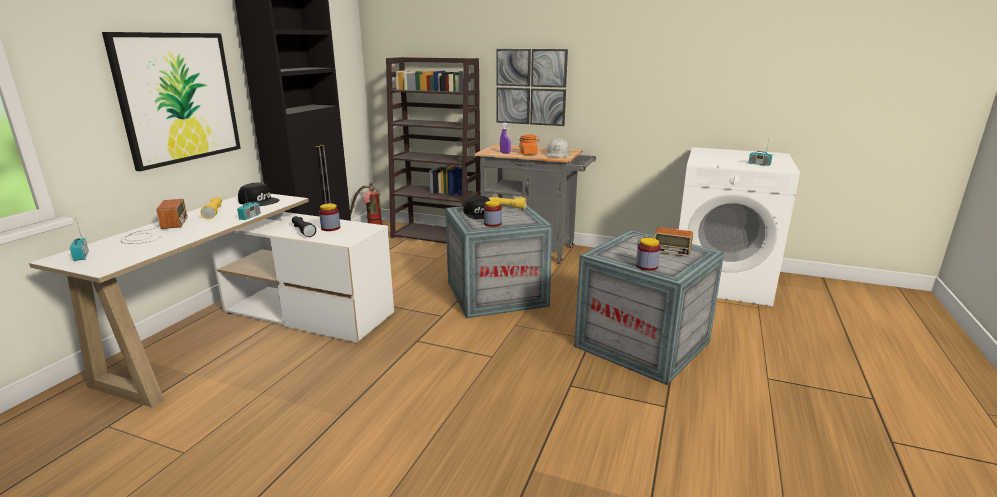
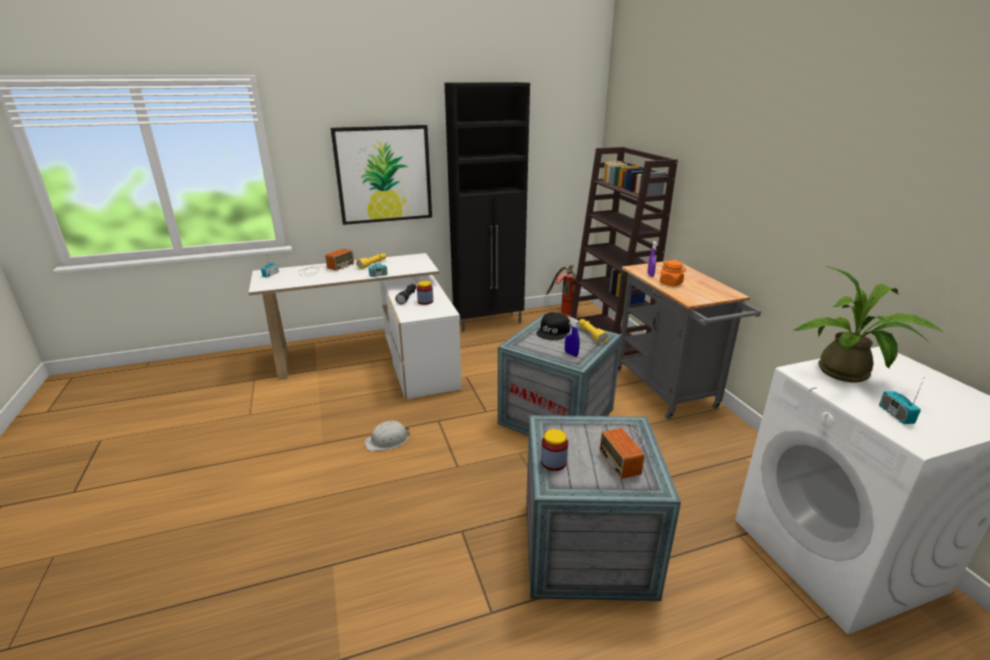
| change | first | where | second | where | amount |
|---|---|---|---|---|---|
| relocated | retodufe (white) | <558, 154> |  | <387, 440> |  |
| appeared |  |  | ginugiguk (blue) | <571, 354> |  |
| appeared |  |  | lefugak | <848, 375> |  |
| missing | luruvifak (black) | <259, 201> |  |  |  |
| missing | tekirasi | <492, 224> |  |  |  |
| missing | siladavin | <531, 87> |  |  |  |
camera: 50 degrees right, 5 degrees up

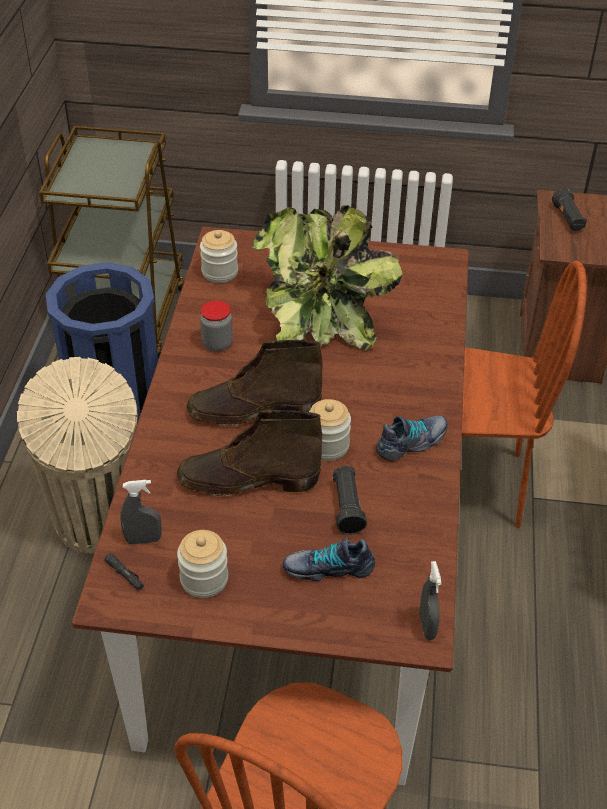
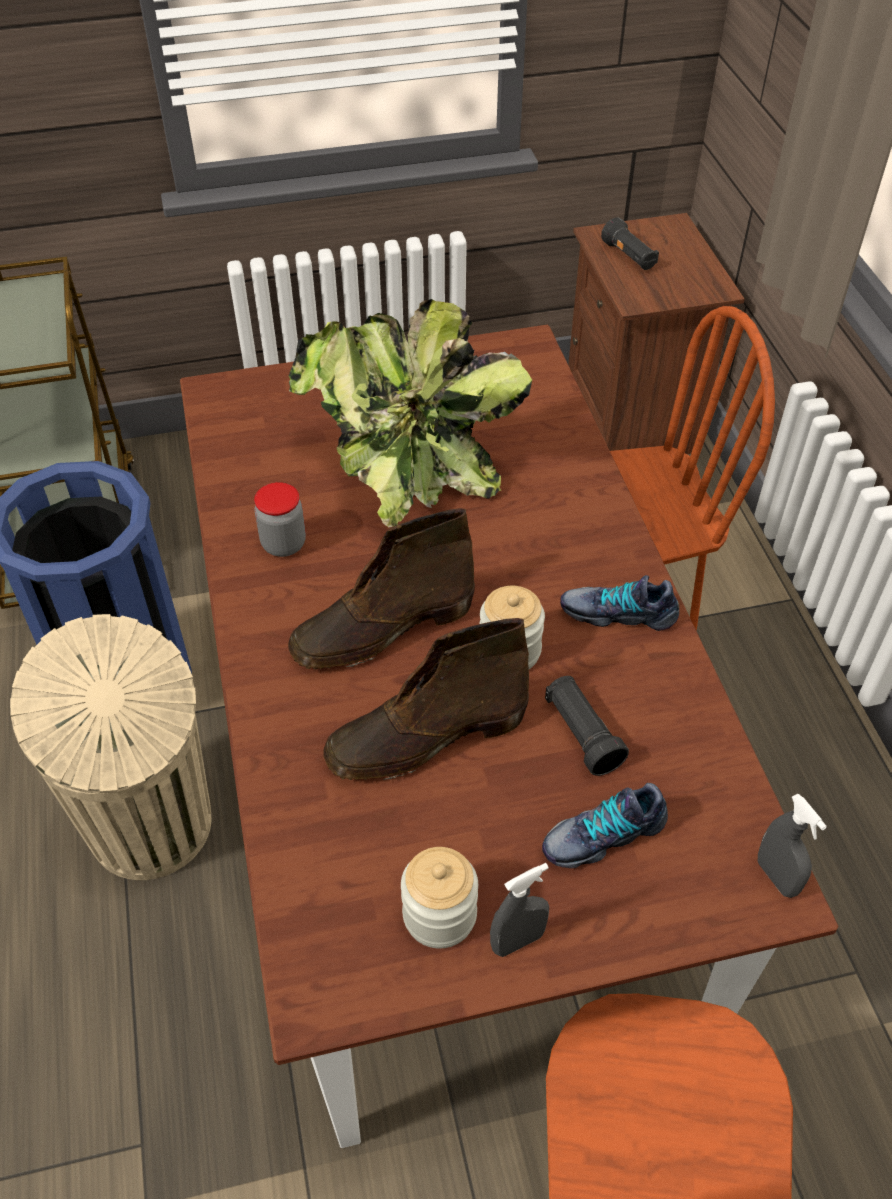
| change | first | where | second | where | amount |
|---|---|---|---|---|---|
| relocated | ginugiguk (grey) | <143, 540> |  | <517, 941> |  |
| spun | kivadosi | <412, 443> |  | <618, 612> | 120 degrees counterclockwise |
| missing | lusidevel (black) | <125, 575> |  |  |  |
| missing | tekirasi | <220, 272> |  |  |  |
camera: 20 degrees left, 5 degrees up

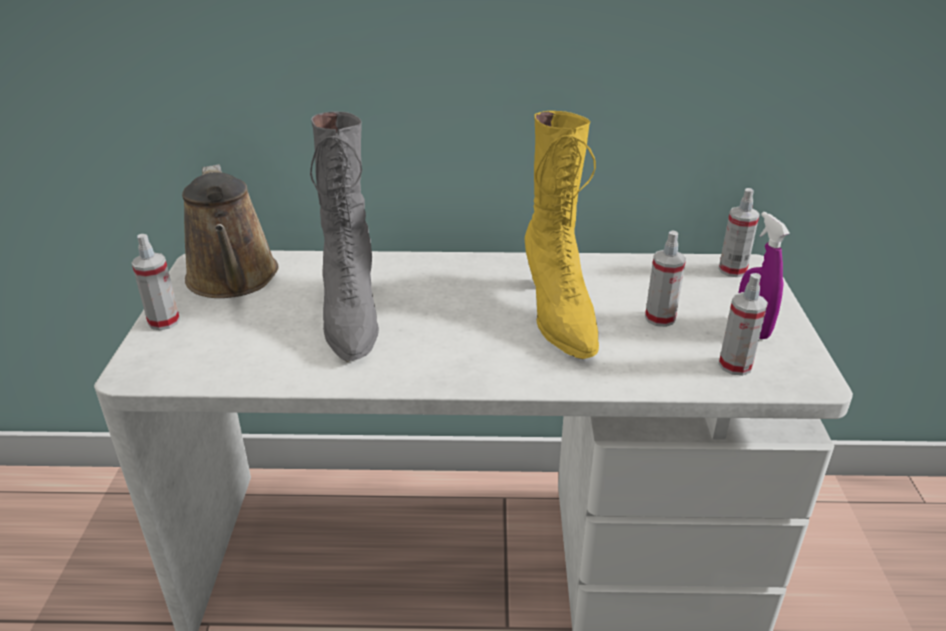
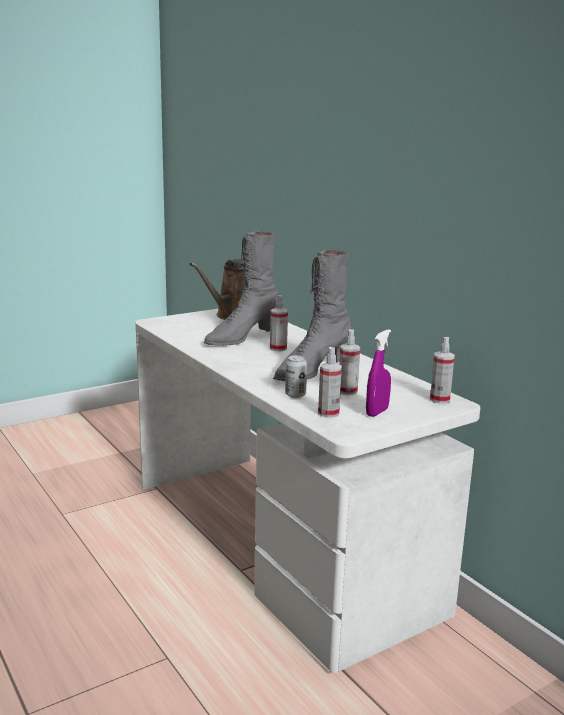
| change | first | where | second | where | amount |
|---|---|---|---|---|---|
| relocated | ginugiguk | <164, 321> |  | <278, 348> |  |
| colour | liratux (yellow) | <558, 314> | liratux (grey) | <311, 371> |  |
| appeared |  |  | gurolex | <295, 395> |  |
camera: 55 degrees right, 15 degrees down

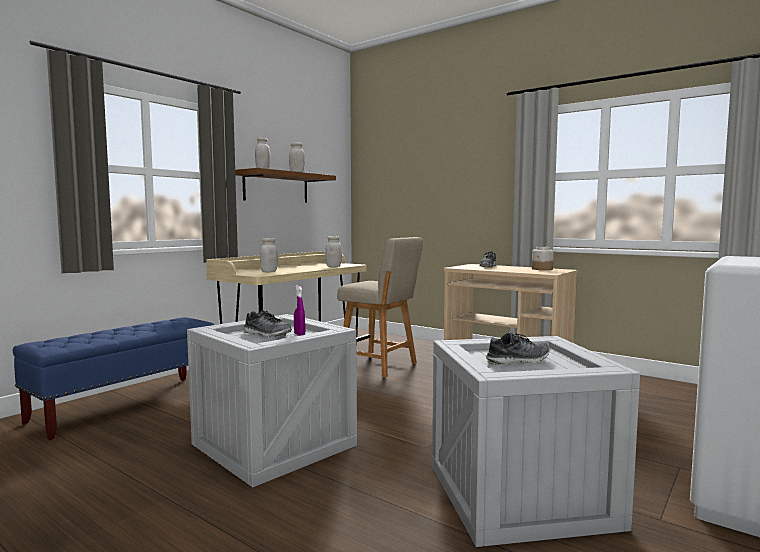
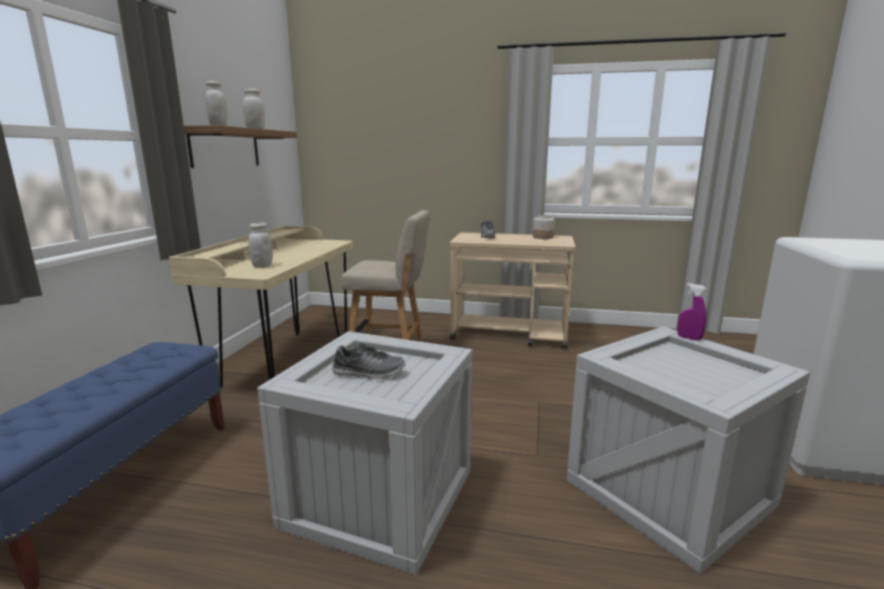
| change | first | where | second | where | amount |
|---|---|---|---|---|---|
| relocated | ginugiguk (purple) | <299, 335> |  | <689, 338> |  |
| missing | tekirasi (white) | <333, 266> |  |  |  |
| missing | kivadosi | <518, 361> |  |  |  |
camera: 25 degrees left, 10 degrees up

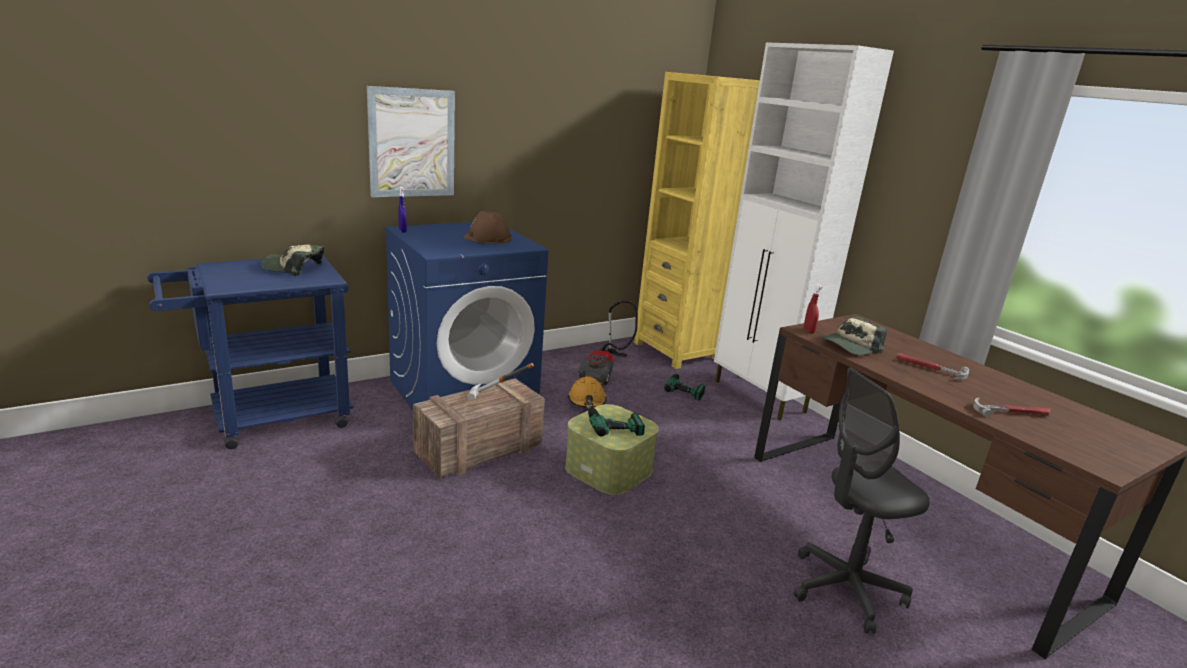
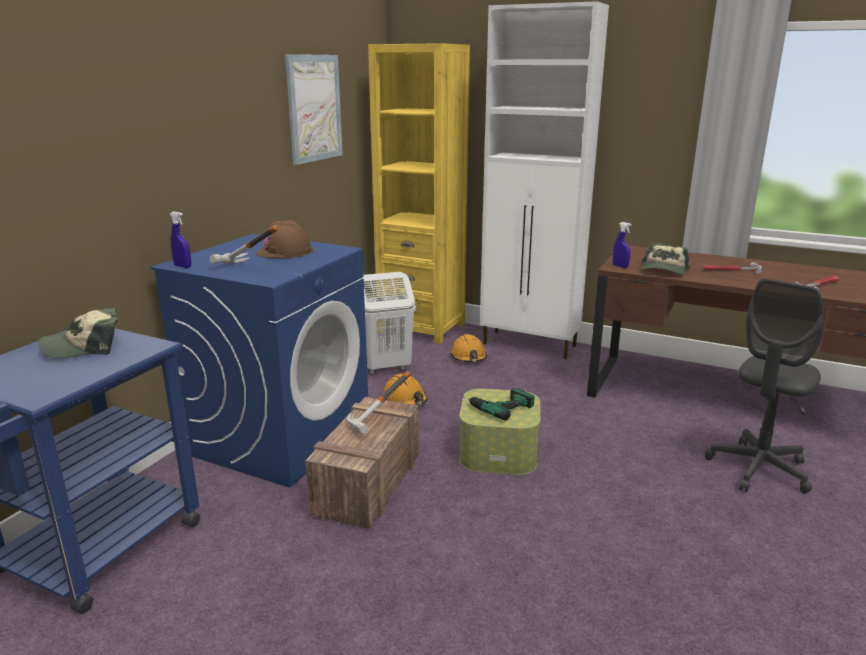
| change | first | where | second | where | amount |
|---|---|---|---|---|---|
| appeared |  |  | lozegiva | <244, 270> |  |
| relocated | siladavin | <412, 143> |  | <314, 108> |  |
| exchanged | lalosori | <604, 372> | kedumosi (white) | <386, 367> |  |
| exchanged | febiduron | <686, 387> | retodufe (orange) | <468, 357> |  |
| colour | ginugiguk (red) | <808, 331> | ginugiguk (blue) | <620, 266> |  |
camera: 30 degrees left, 0 degrees up

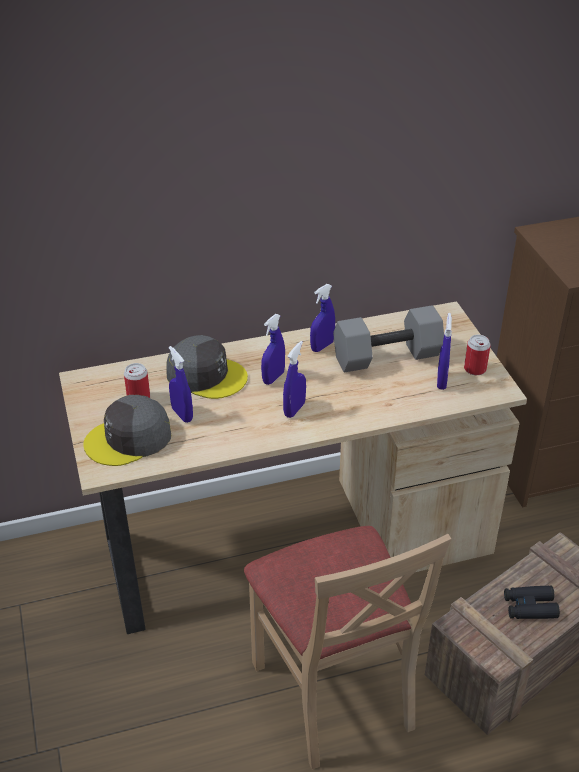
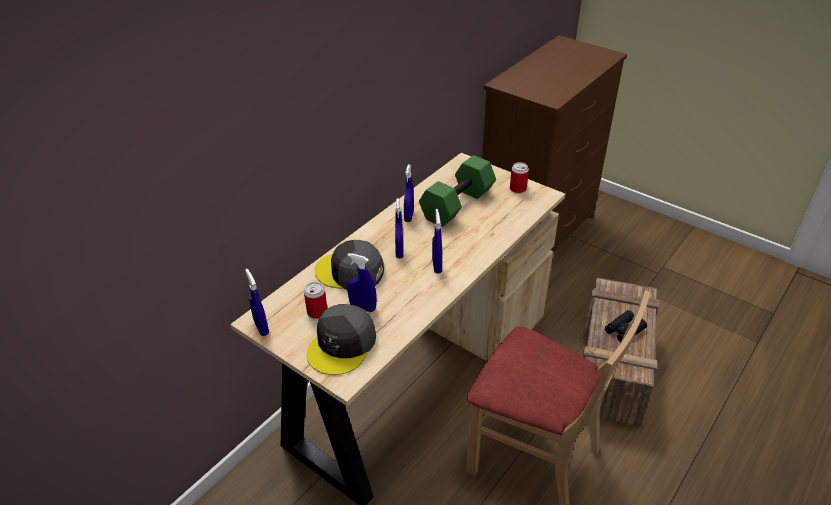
| change | first | where | second | where | amount |
|---|---|---|---|---|---|
| relocated | ginugiguk (blue) | <441, 381> |  | <261, 327> |  |
| spun | luruvifak (grey) | <206, 375> |  | <350, 272> | 150 degrees counterclockwise |
| colour | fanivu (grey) | <386, 357> | fanivu (green) | <458, 205> |  |
camera: 35 degrees left, 0 degrees up

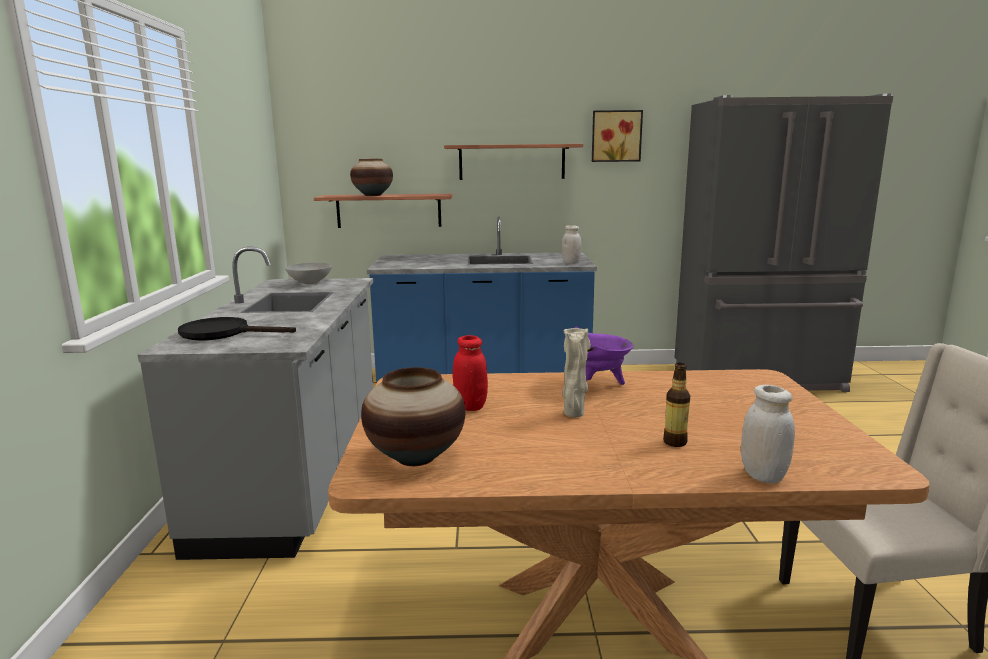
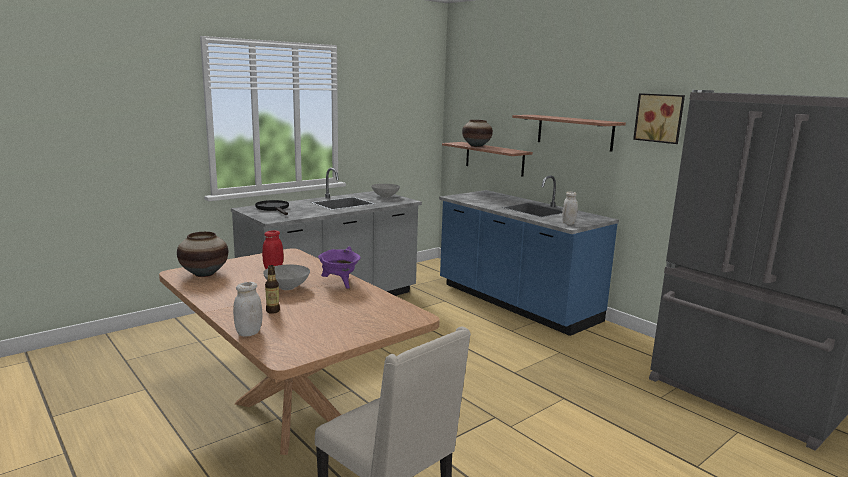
| change | first | where | second | where | amount |
|---|---|---|---|---|---|
| exchanged | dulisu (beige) | <574, 414> | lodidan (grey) | <287, 287> |  |
camera: 50 degrees right, 0 degrees up

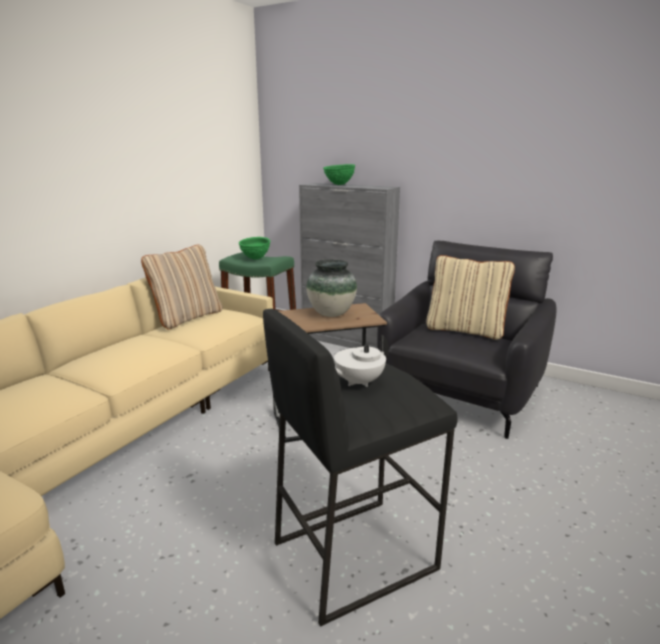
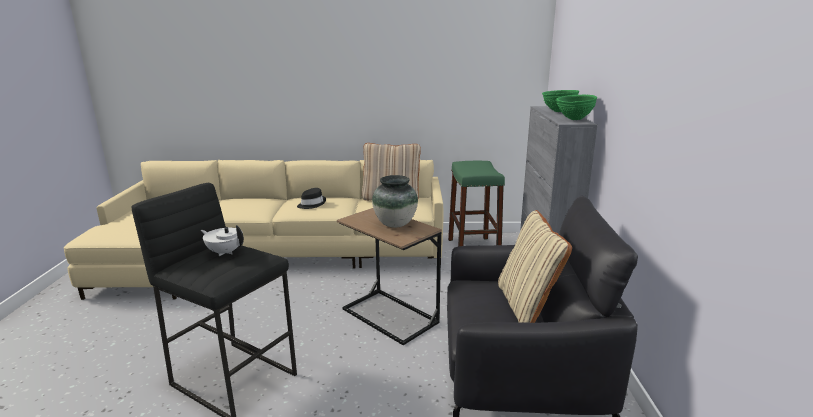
| change | first | where | second | where | amount |
|---|---|---|---|---|---|
| appeared |  |  | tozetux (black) | <311, 204> |  |
| relocated | lodidan (green) | <255, 259> |  | <574, 119> |  |
camera: 60 degrees right, 0 degrees up

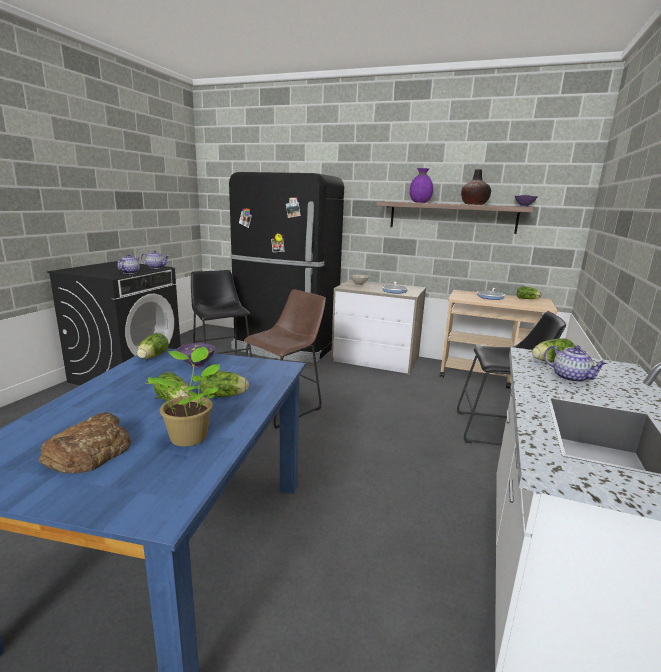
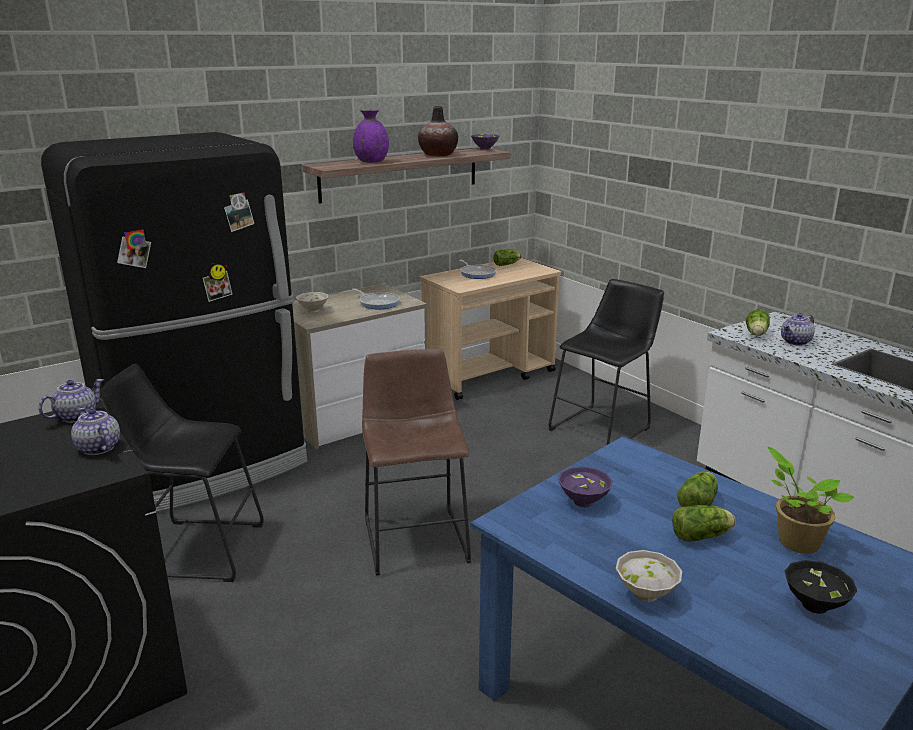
| change | first | where | second | where | amount |
|---|---|---|---|---|---|
| appeared |  |  | lodidan (white) | <647, 594> |  |
| spun | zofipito | <571, 377> |  | <795, 342> | 150 degrees clockwise |
| exchanged | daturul | <89, 451> | lodidan (black) | <813, 605> |  |
| missing | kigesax | <152, 357> |  |  |  |
camera: 55 degrees left, 5 degrees up

